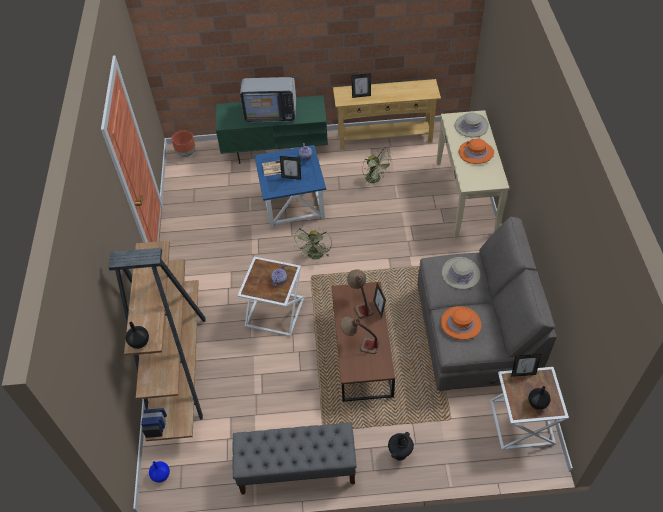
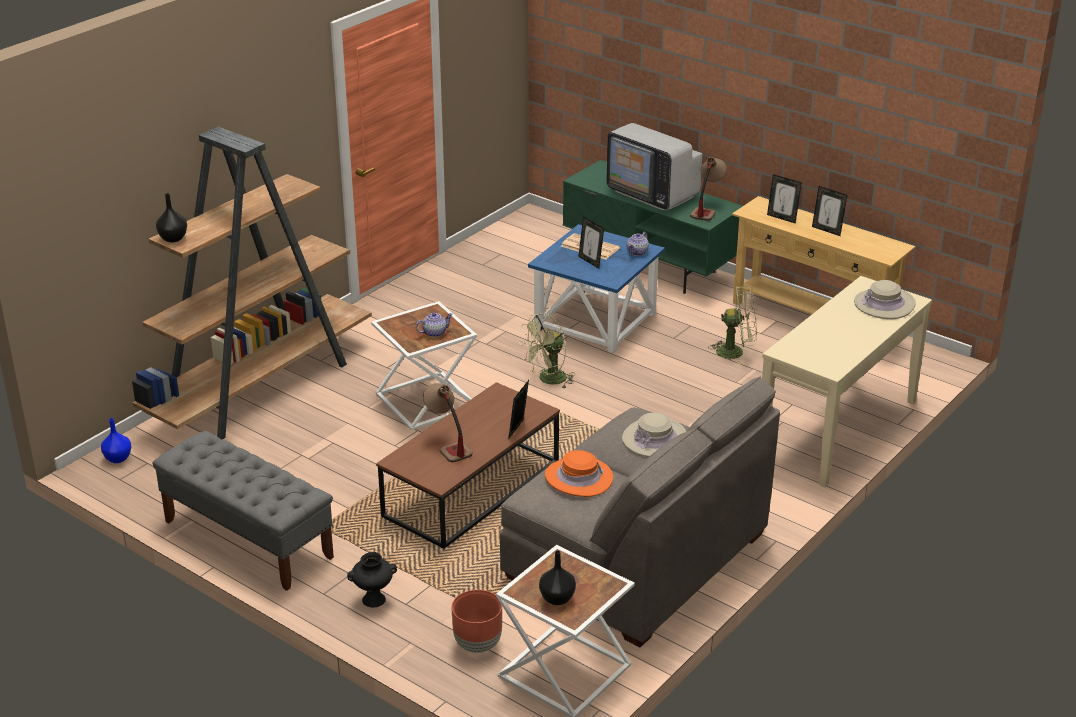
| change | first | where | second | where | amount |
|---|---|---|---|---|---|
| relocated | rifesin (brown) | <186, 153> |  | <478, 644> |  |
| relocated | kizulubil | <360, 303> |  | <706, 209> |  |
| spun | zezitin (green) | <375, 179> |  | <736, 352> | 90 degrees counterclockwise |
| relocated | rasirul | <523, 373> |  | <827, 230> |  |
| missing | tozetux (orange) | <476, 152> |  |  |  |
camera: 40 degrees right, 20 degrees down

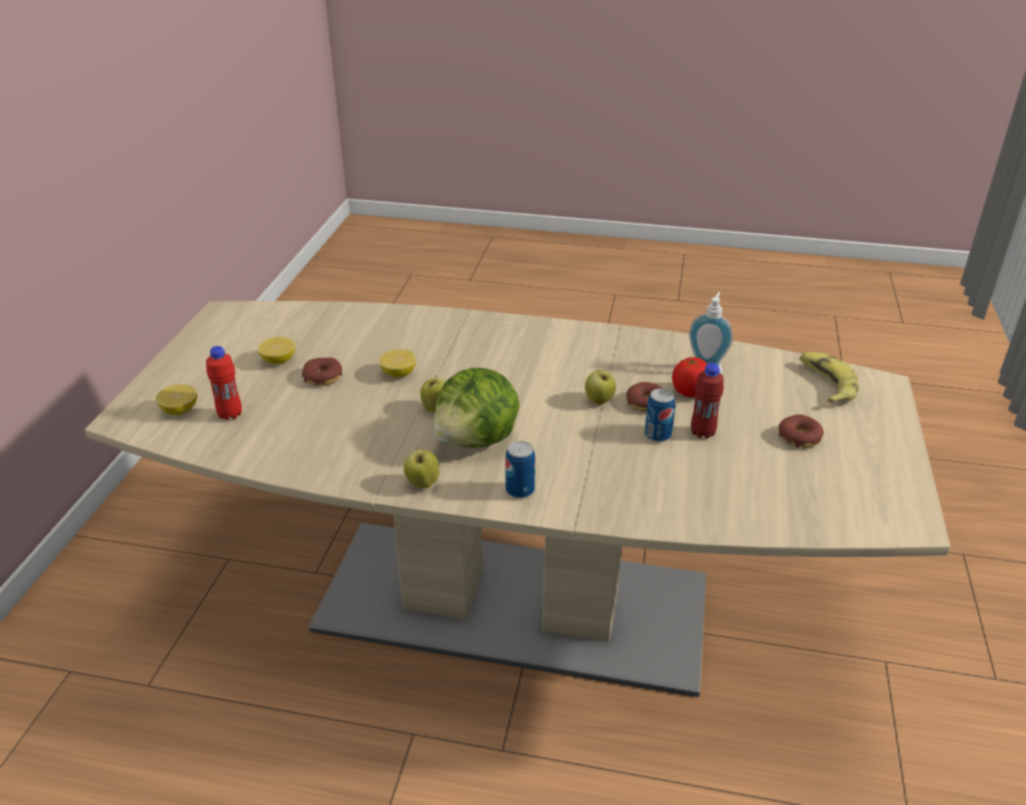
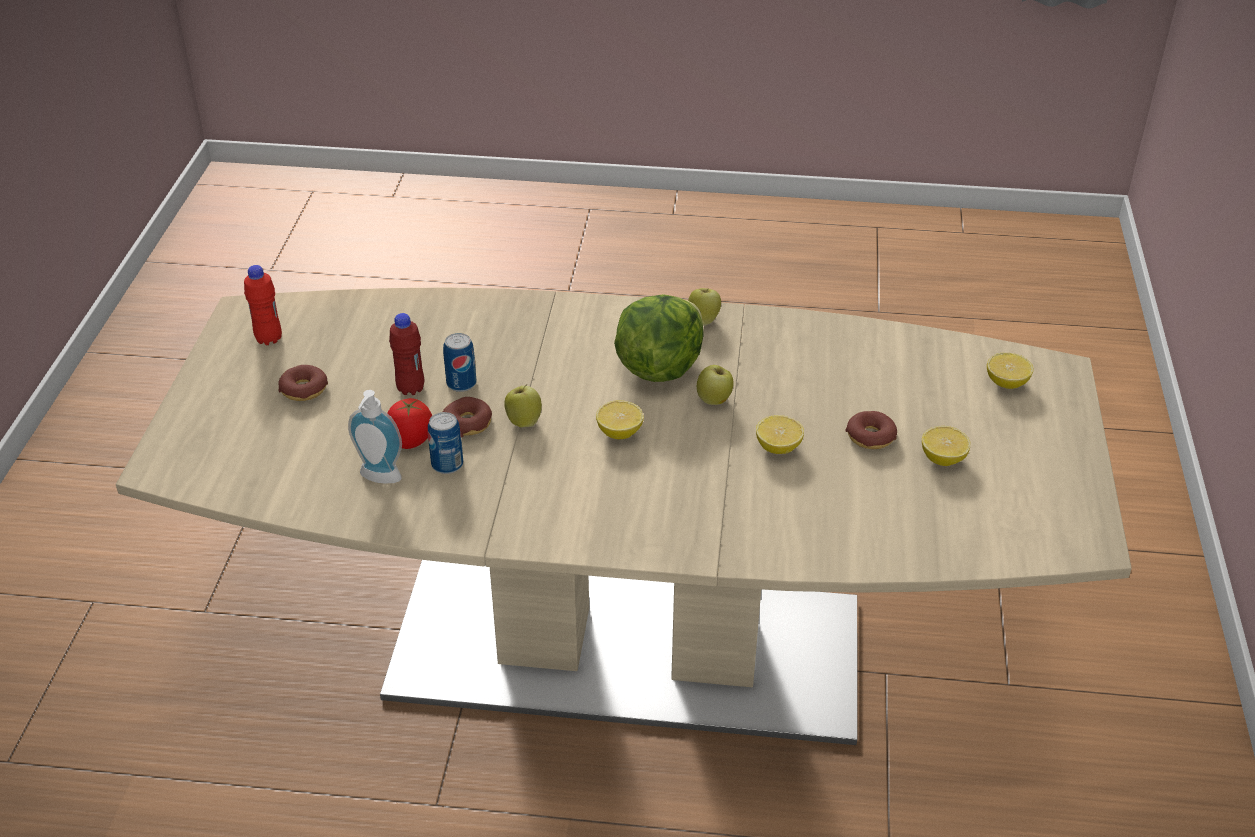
| change | first | where | second | where | amount |
|---|---|---|---|---|---|
| relocated | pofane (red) | <230, 415> |  | <269, 339> |  |
| relocated | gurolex | <520, 490> |  | <447, 465> |  |
| appeared |  |  | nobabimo | <619, 432> |  |
| missing | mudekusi | <825, 384> |  |  |  |
camera: 175 degrees right, 5 degrees up

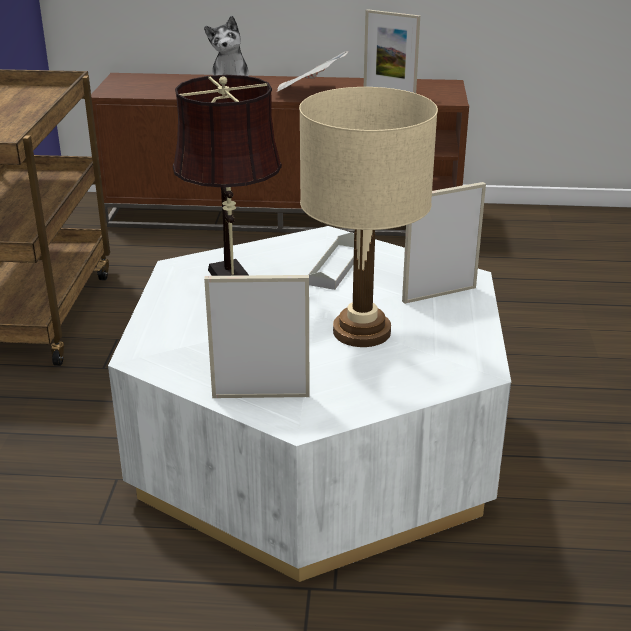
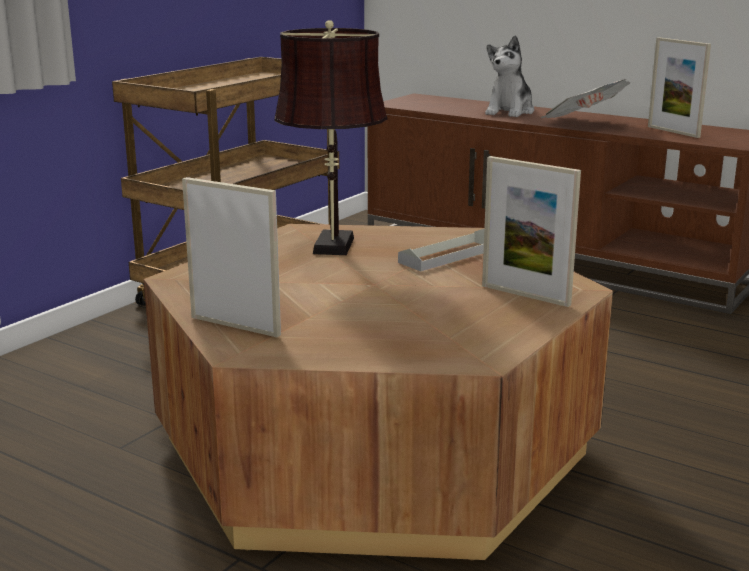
| change | first | where | second | where | amount |
|---|---|---|---|---|---|
| colour | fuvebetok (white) | <314, 447> | fuvebetok (brown) | <373, 448> |  |
| spun | rasirul | <439, 294> |  | <525, 295> | 150 degrees counterclockwise |
| missing | kizulubil (beige) | <361, 331> |  |  |  |
camera: 30 degrees right, 10 degrees down

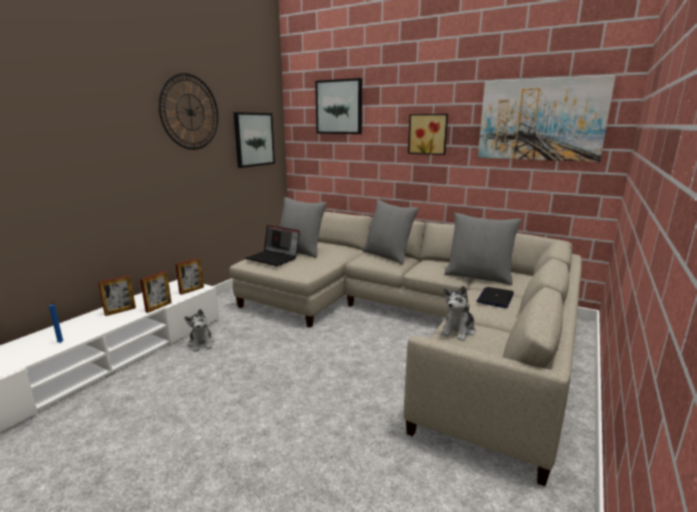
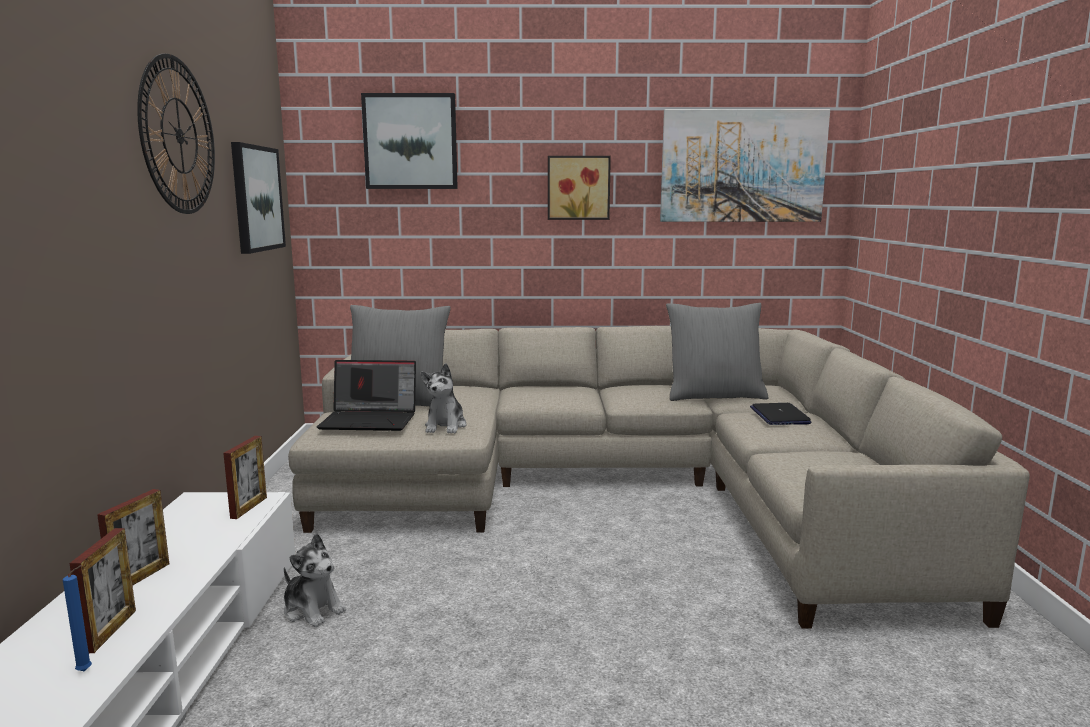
| change | first | where | second | where | amount |
|---|---|---|---|---|---|
| relocated | rasirul | <158, 307> |  | <110, 631> |  |
| relocated | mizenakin | <458, 331> |  | <445, 426> |  |
| missing | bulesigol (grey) | <388, 256> |  |  |  |
camera: 30 degrees left, 5 degrees down

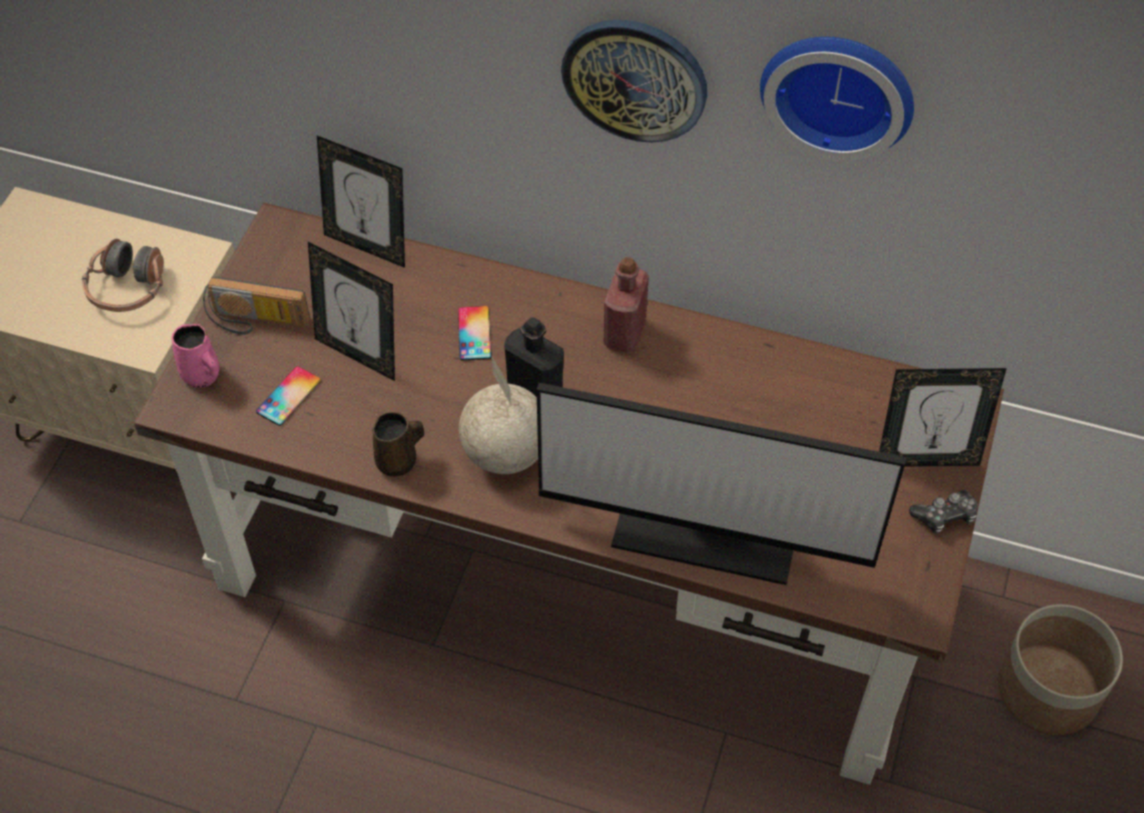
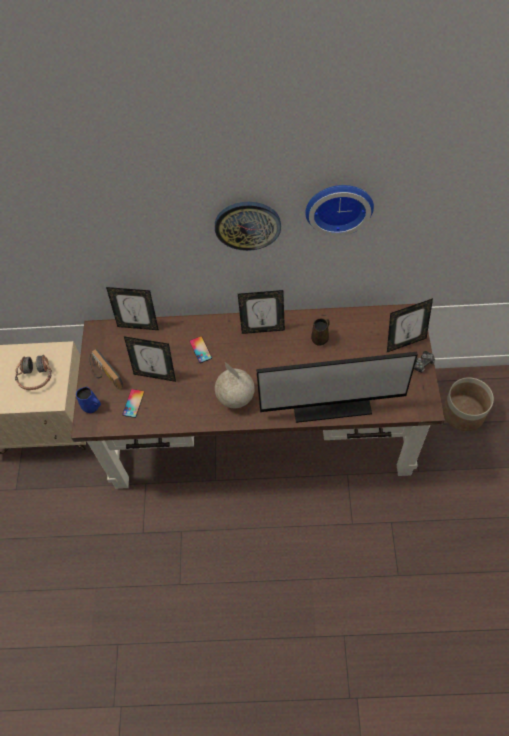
| change | first | where | second | where | amount |
|---|---|---|---|---|---|
| colour | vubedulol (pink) | <202, 376> | vubedulol (blue) | <92, 407> |  |
| spun | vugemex | <256, 322> |  | <105, 375> | 60 degrees clockwise |
| exchanged | pofane (red) | <624, 333> | rasirul | <263, 329> |  |
| relocated | vubedulol (brown) | <399, 461> |  | <320, 338> |  |
| missing | pofane (black) | <535, 392> |  |  |  |
camera: 15 degrees left, 5 degrees up

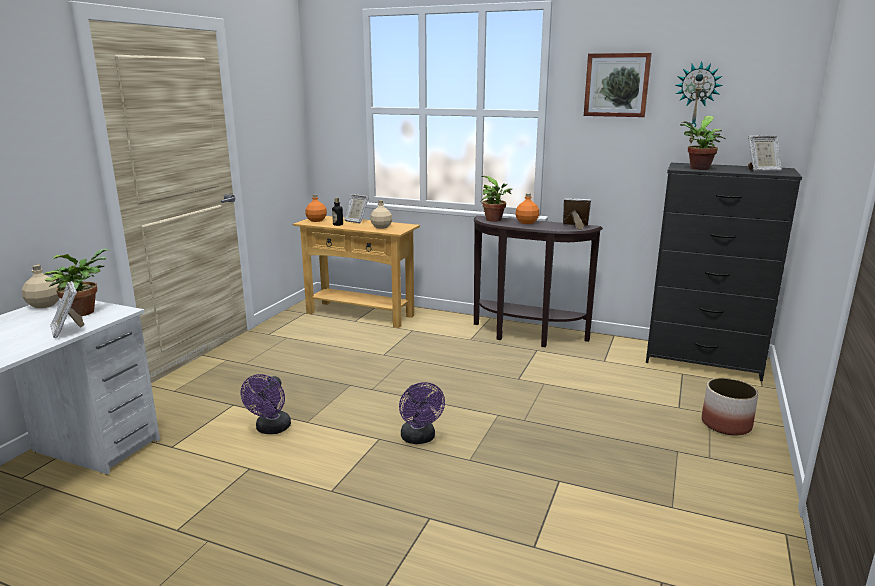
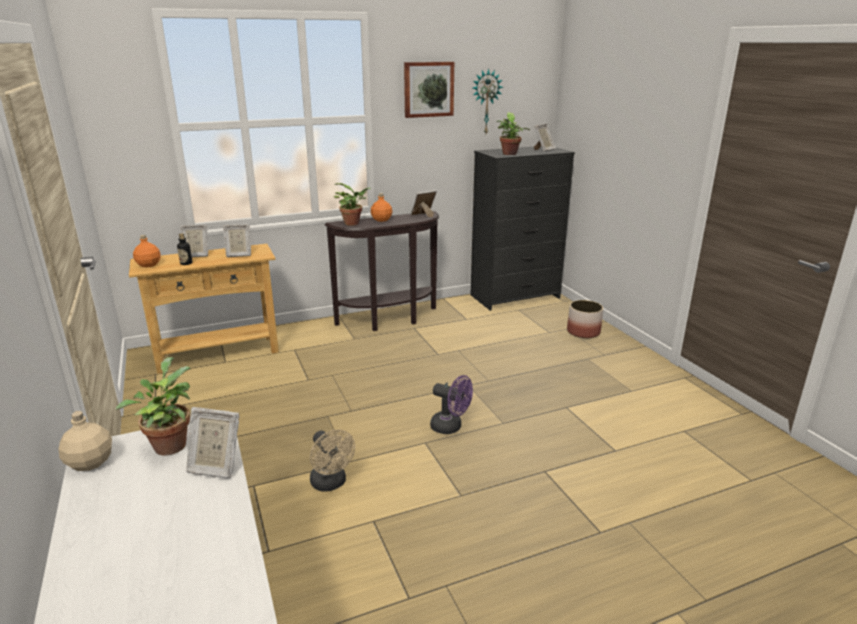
| change | first | where | second | where | amount |
|---|---|---|---|---|---|
| exchanged | pofane (beige) | <381, 227> | rasirul | <238, 254> |  |
| colour | zezitin (purple) | <271, 429> | zezitin (beige) | <331, 484> |  |
camera: 45 degrees left, 5 degrees up

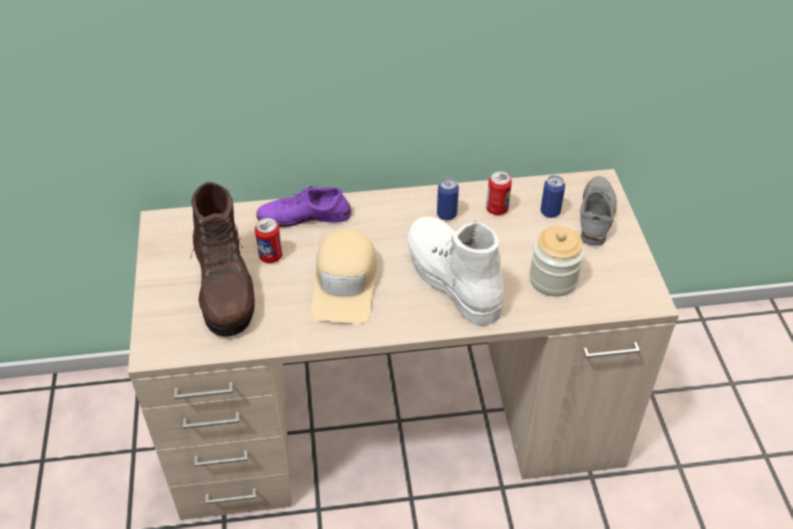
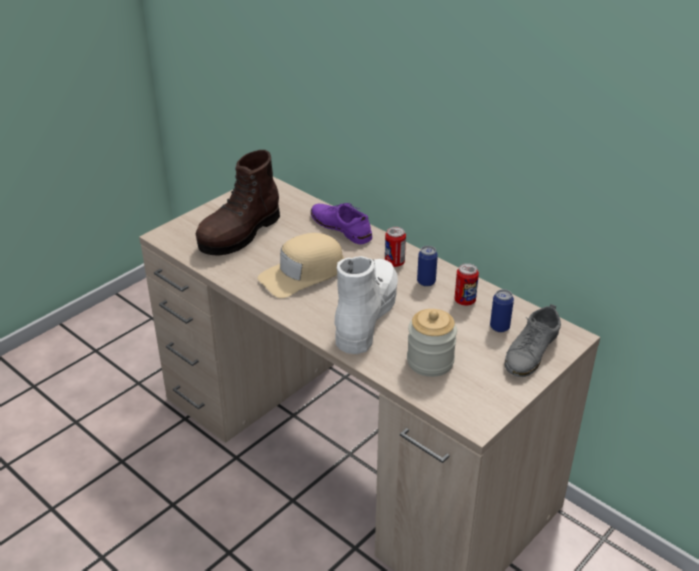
| change | first | where | second | where | amount |
|---|---|---|---|---|---|
| relocated | gurolex | <270, 256> |  | <394, 263> |  |
| spun | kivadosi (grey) | <596, 215> |  | <531, 351> | 150 degrees clockwise |
camera: 50 degrees right, 10 degrees down

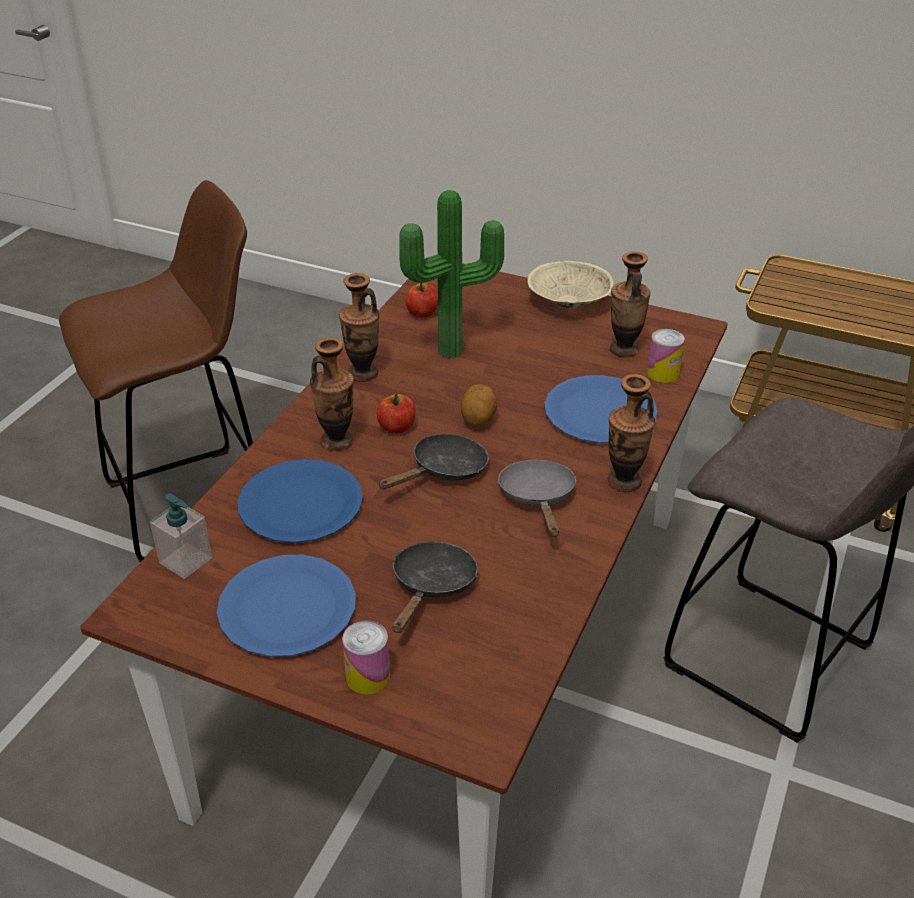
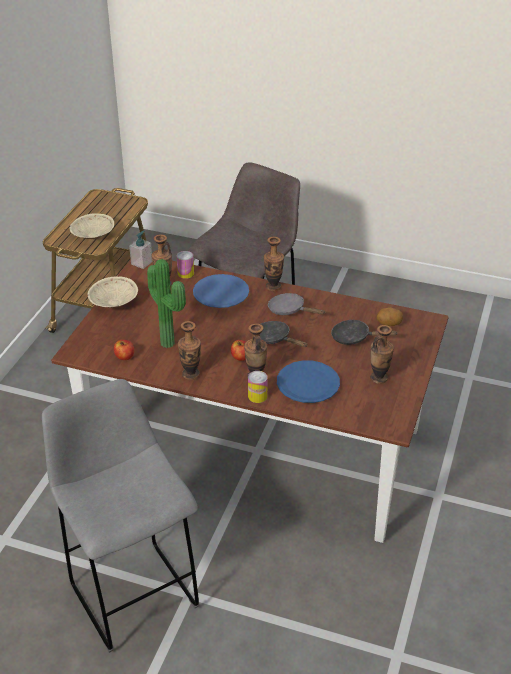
| change | first | where | second | where | amount |
|---|---|---|---|---|---|
| colour | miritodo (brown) | <194, 503> | miritodo (grey) | <132, 592> |  |
| appeared |  |  | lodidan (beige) | <93, 236> |  |
| relocated | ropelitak | <186, 560> |  | <142, 263> |  |
| relocated | gurolex | <368, 676> |  | <257, 396> |  |
| spun | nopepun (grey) | <538, 498> |  | <289, 310> | 45 degrees clockwise |
| exchanged | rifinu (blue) | <287, 608> | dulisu | <378, 378> |  |
| relocated | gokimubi | <478, 419> |  | <389, 324> |  |
camera: 95 degrees left, 0 degrees up

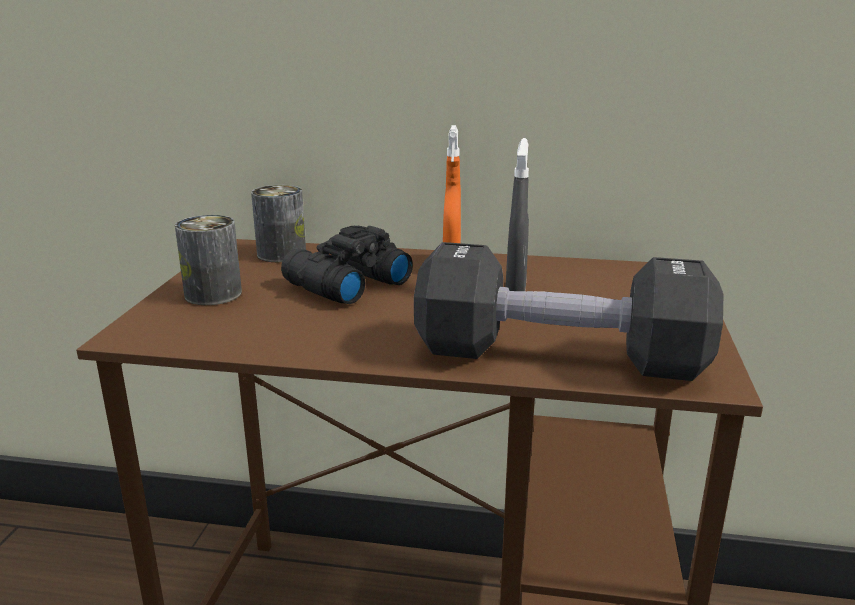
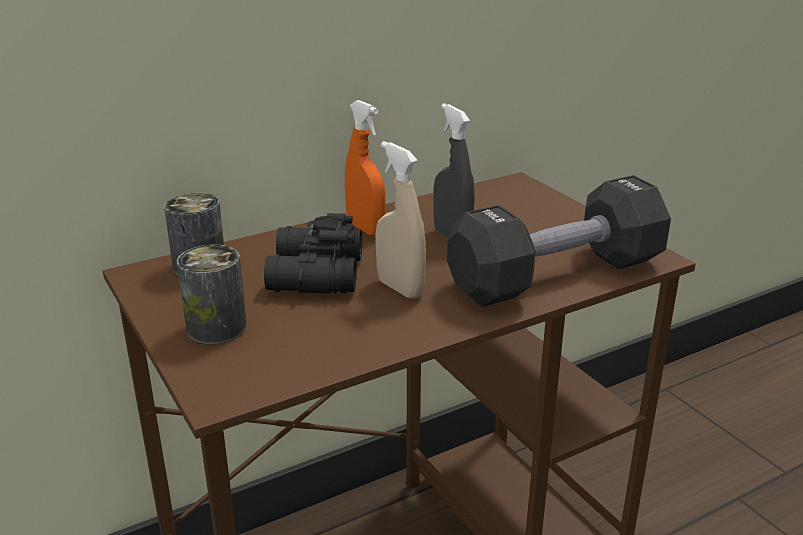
| change | first | where | second | where | amount |
|---|---|---|---|---|---|
| appeared |  |  | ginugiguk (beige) | <400, 288> |  |
camera: 40 degrees left, 5 degrees up

